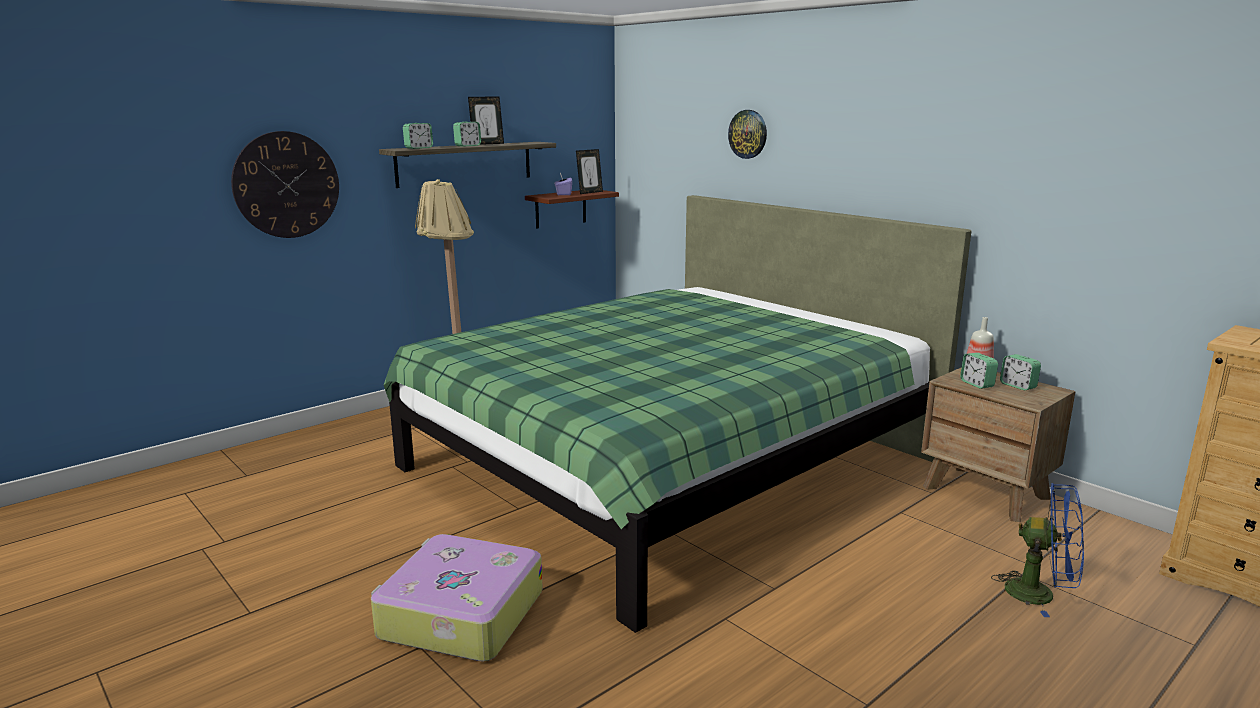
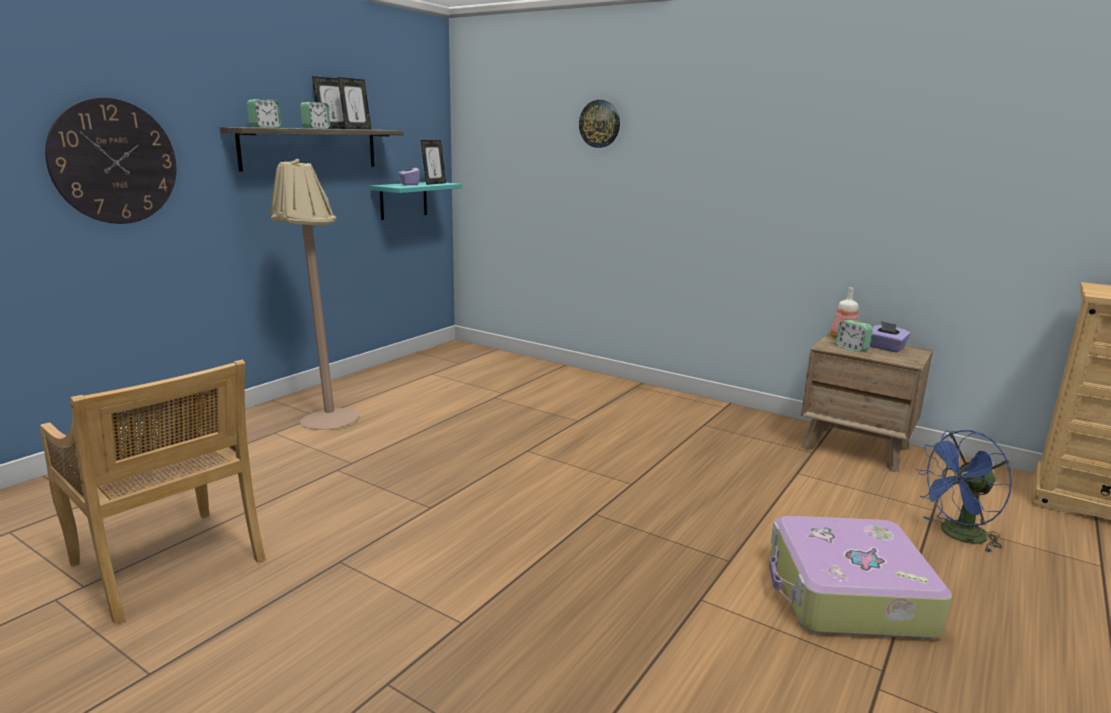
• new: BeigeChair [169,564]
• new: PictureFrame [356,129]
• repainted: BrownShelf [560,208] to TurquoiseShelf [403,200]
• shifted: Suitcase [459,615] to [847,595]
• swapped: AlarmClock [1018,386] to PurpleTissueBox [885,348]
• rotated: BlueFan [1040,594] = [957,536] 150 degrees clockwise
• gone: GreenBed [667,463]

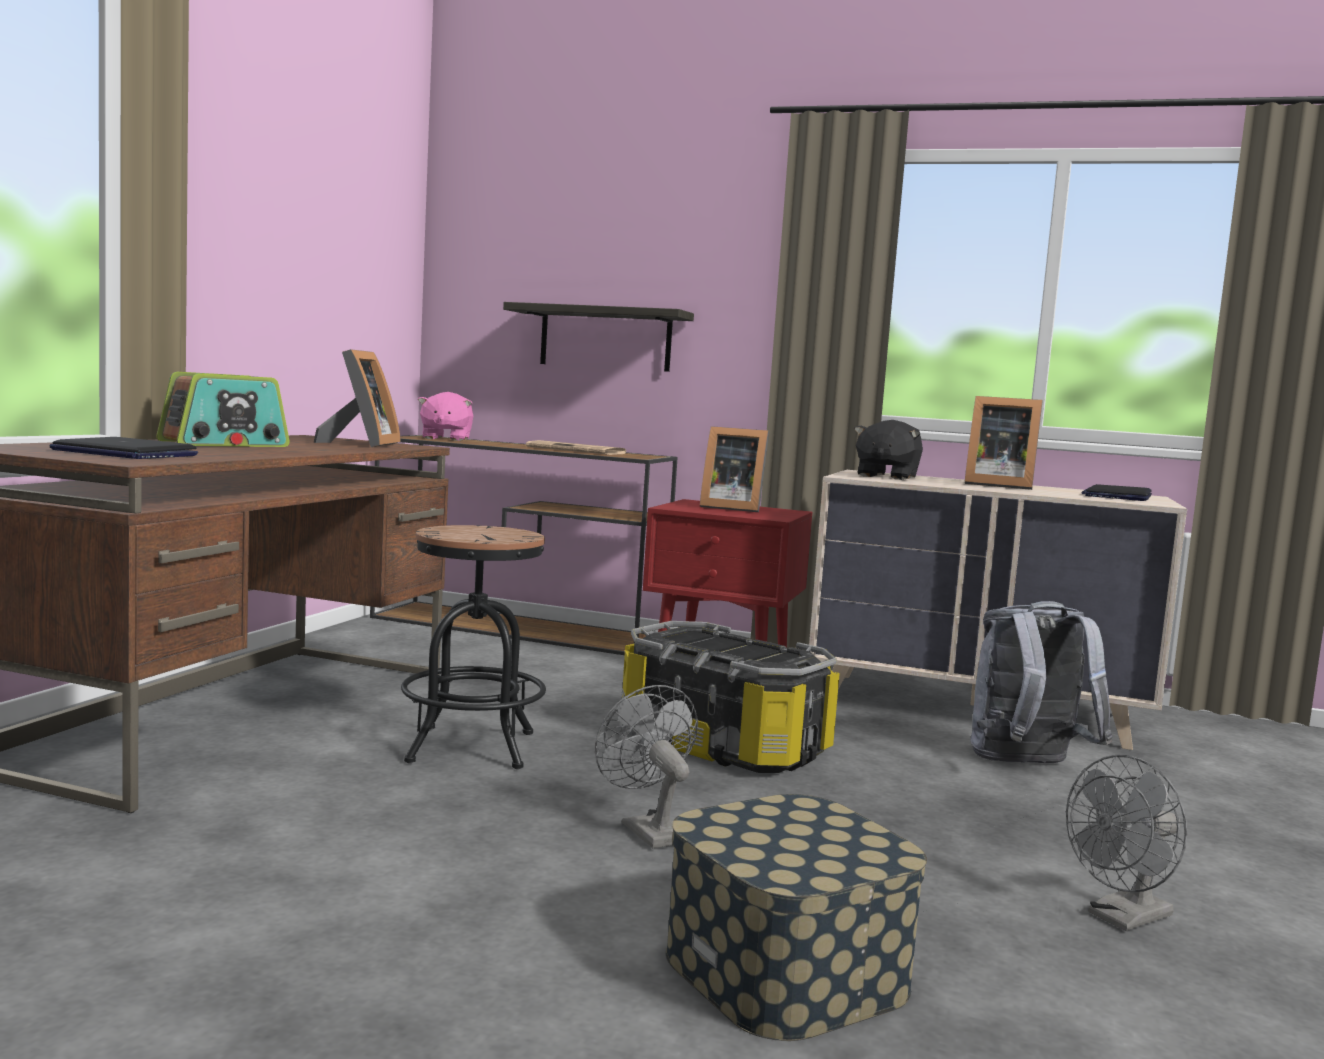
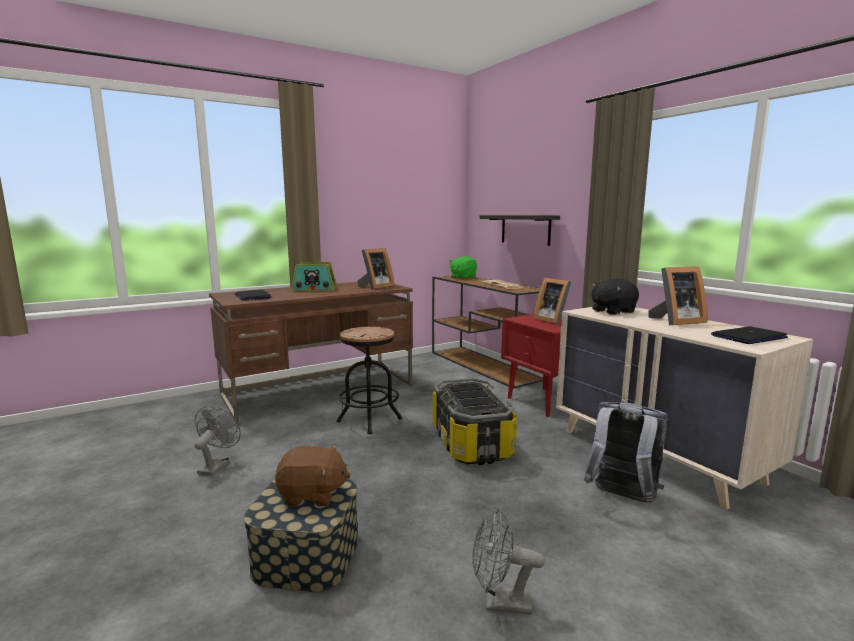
• shifted: GreyFan [647,829] to [216,466]
• new: BrownPlushToy [312,495]
• repainted: PinkPlushToy [445,438] to GreenPlushToy [462,277]
• rotated: PictureFrame [996,485] = [675,321] 75 degrees counterclockwise

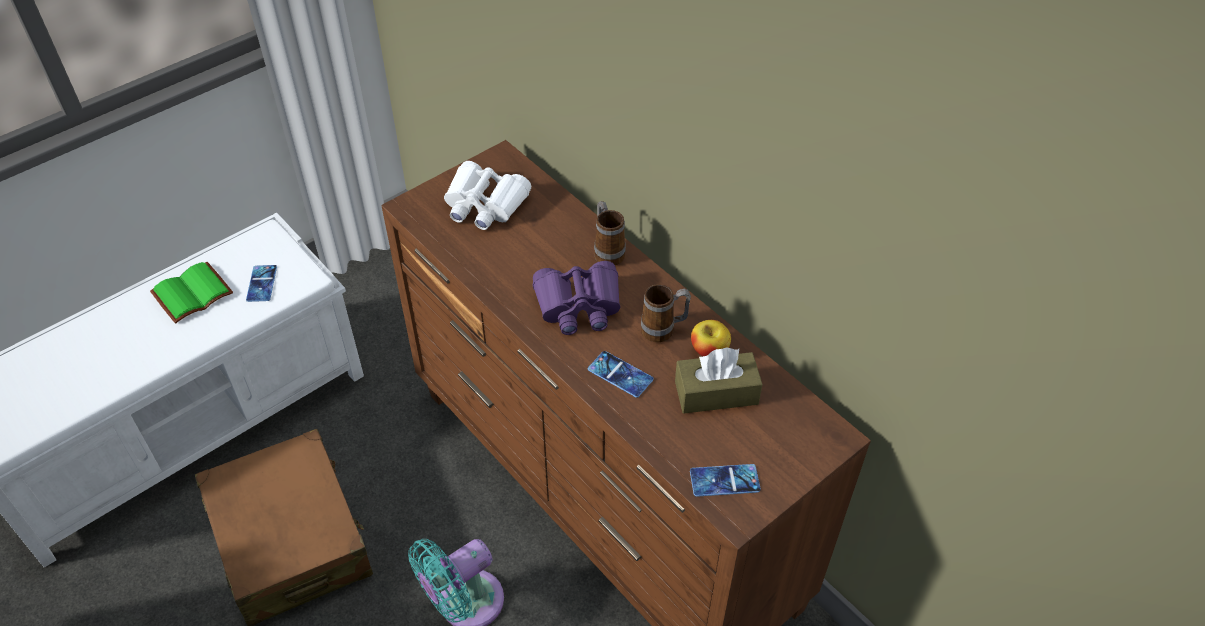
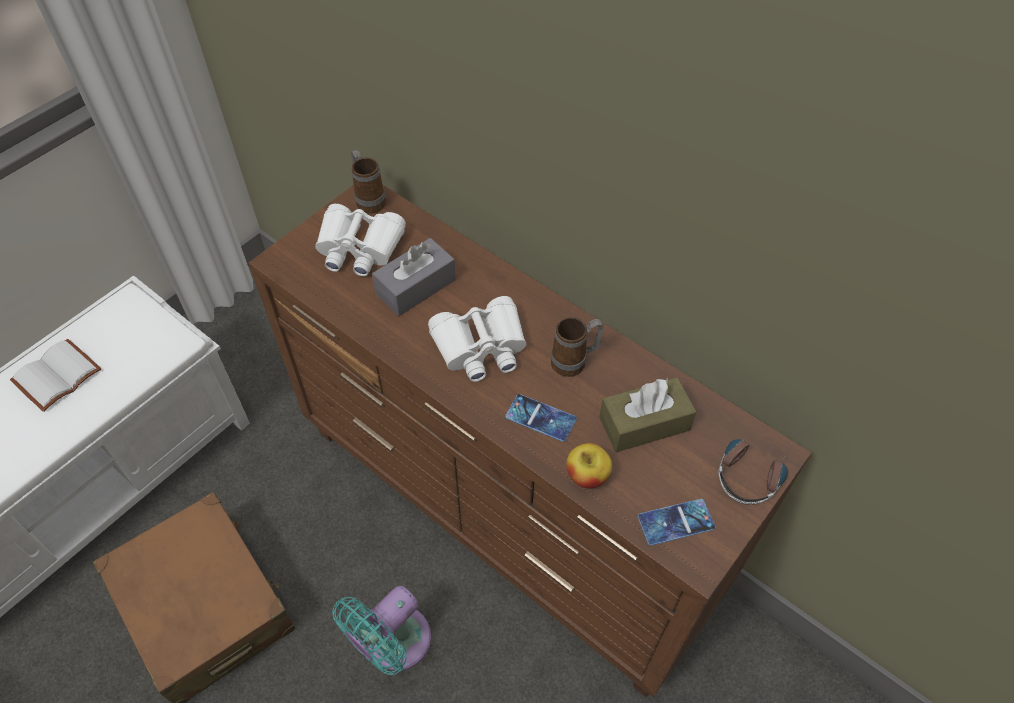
• repainted: GreenBook [192,295] to WhiteBook [57,378]
• shifted: Mug [607,251] to [368,199]
• new: GreyTissueBox [416,287]
• repainted: PurpleBinoculars [578,306] to WhiteBinoculars [480,347]
• shifted: Apple [709,350] to [587,475]
• new: Headphones [751,470]
• gone: Phone [262,283]

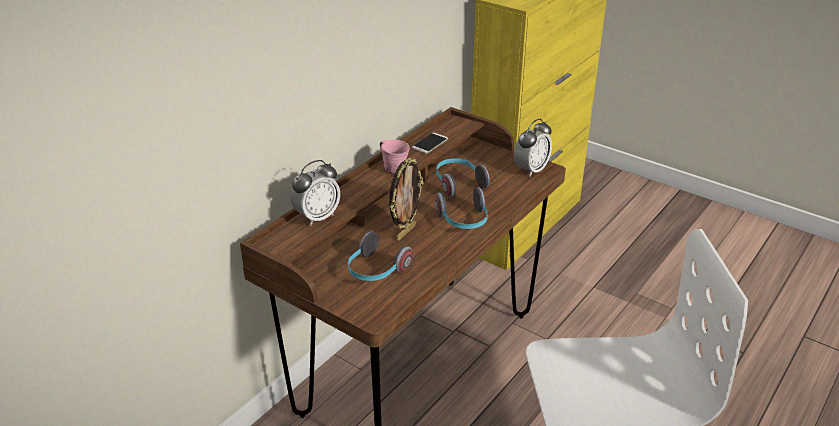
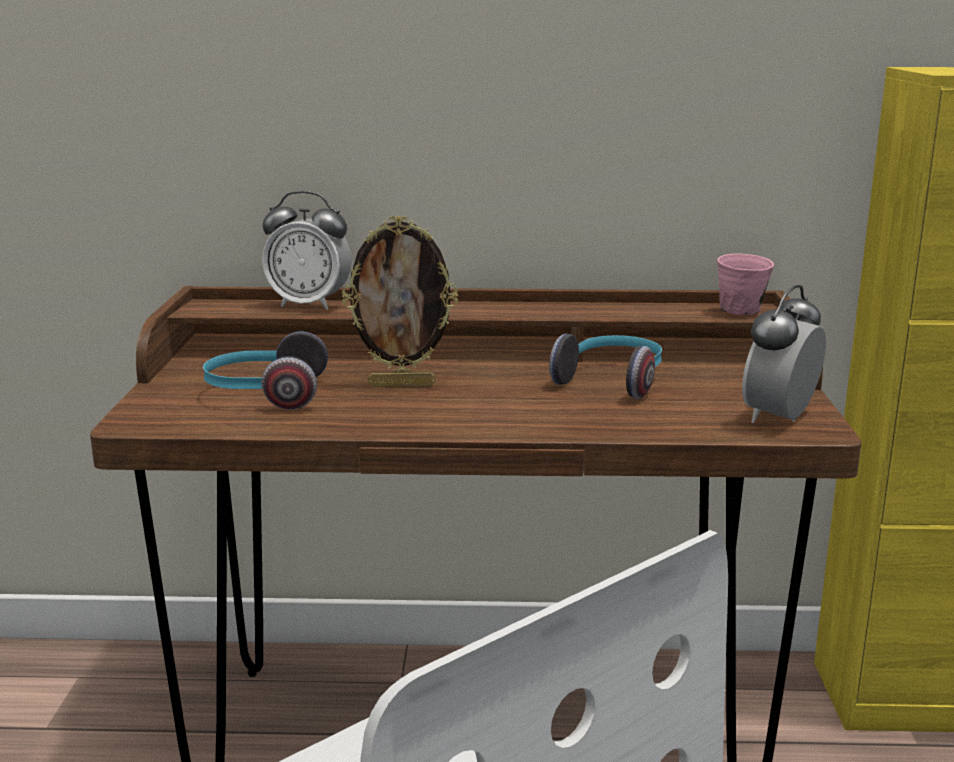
• shifted: PinkMug [393,167] to [741,309]
• rotated: AlarmClock [531,170] = [779,418] 120 degrees clockwise
• gone: Phone [430,143]
• gone: Headphones [464,221]

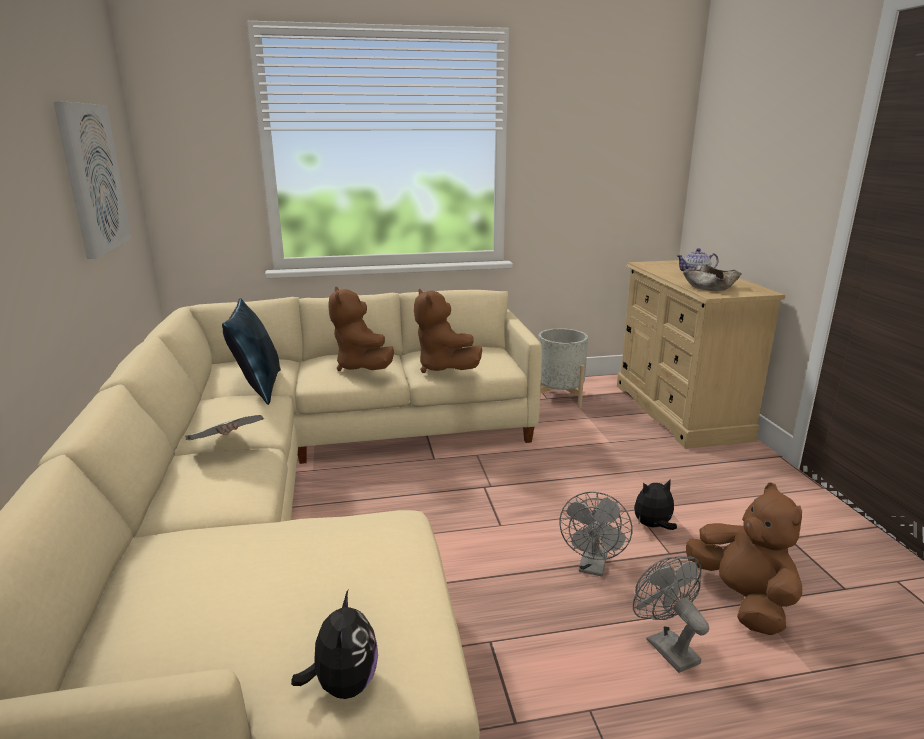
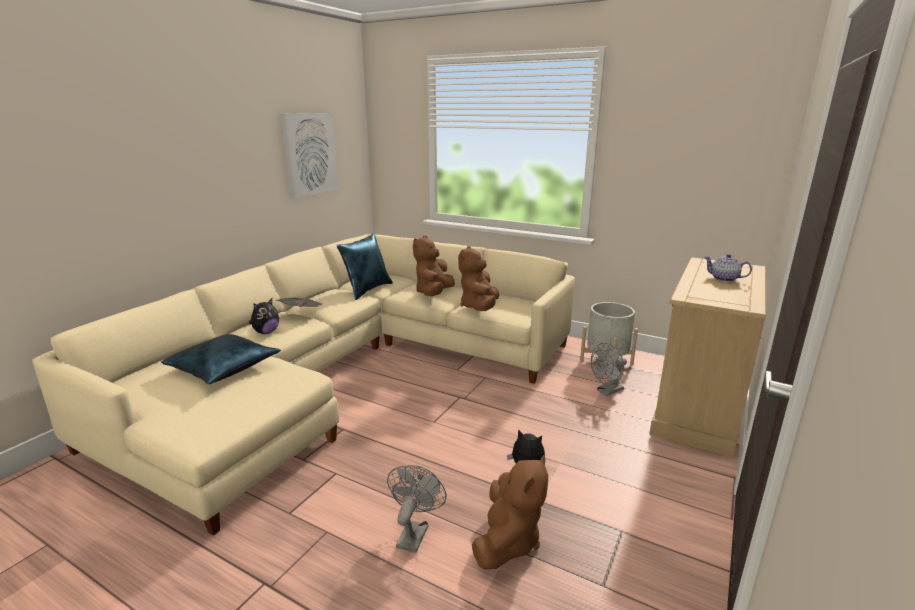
• new: BluePillow [224,367]
• shifted: PlushToy [343,684] to [266,332]
• shifted: GreyFan [593,567] to [607,391]
• gone: BeigeBowl [710,287]

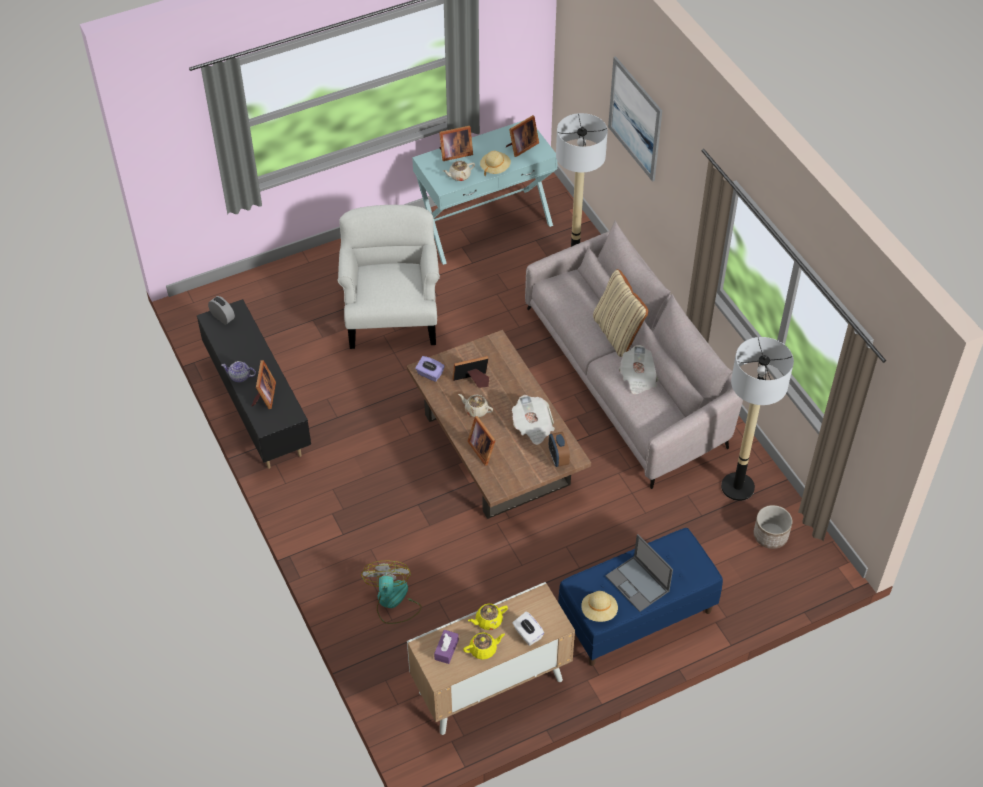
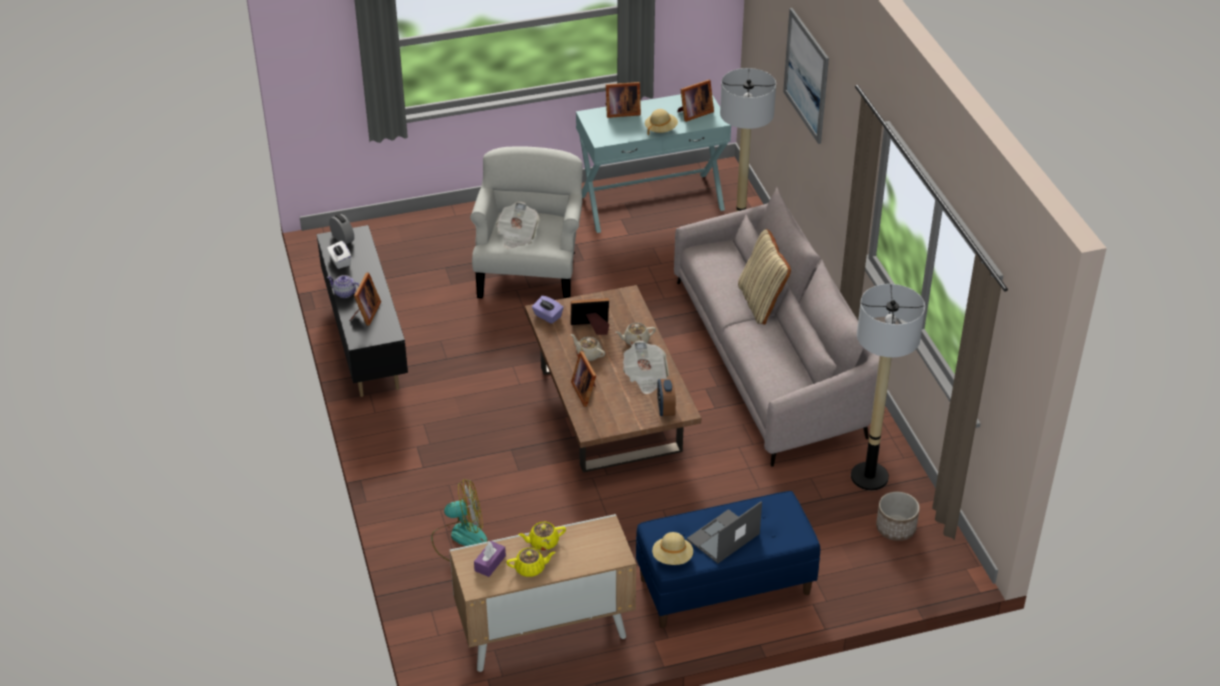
• shifted: WhiteTissueBox [527,634] to [340,261]
• rotated: Fan [393,601] = [459,537] 75 degrees clockwise
• shifted: Newspaper [638,377] to [517,235]
• shifted: BeigeTeapot [459,176] to [635,341]
• rotated: Laptop [638,584] = [723,537] 75 degrees clockwise

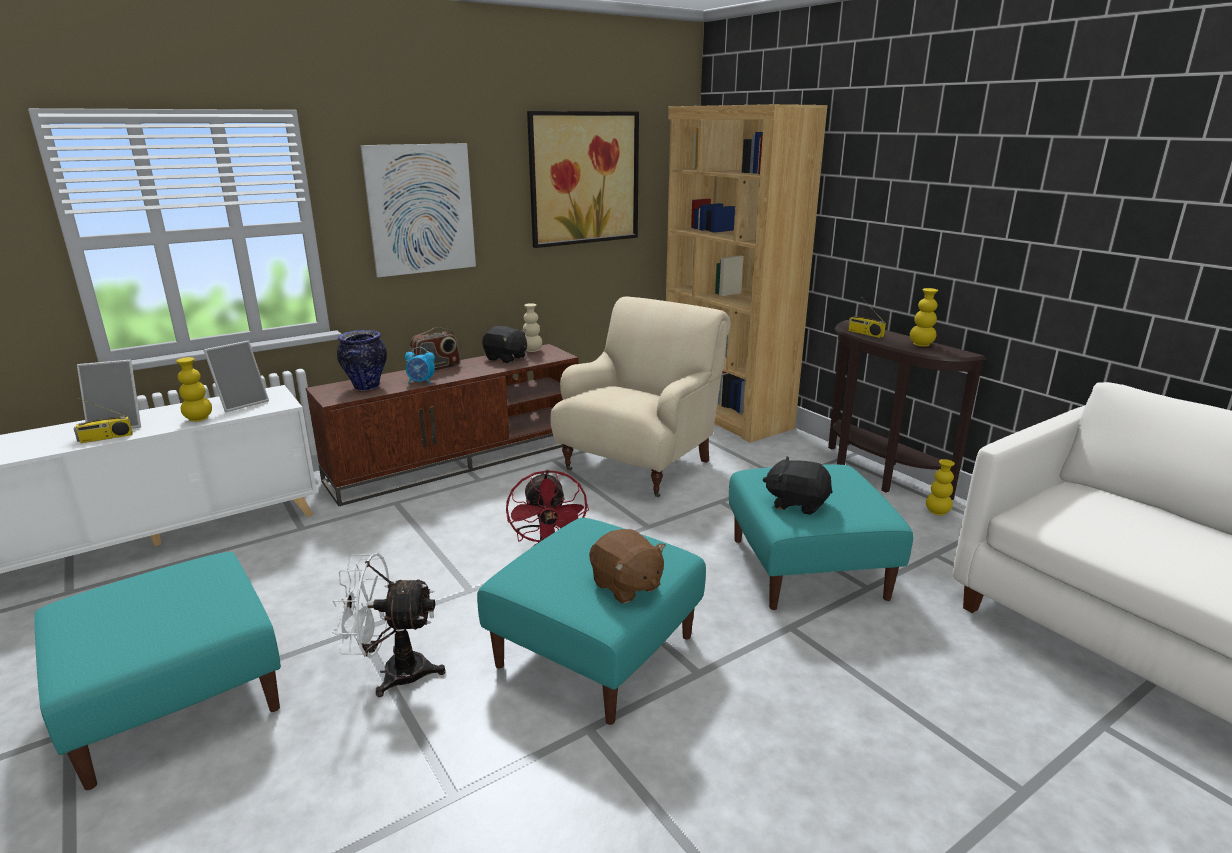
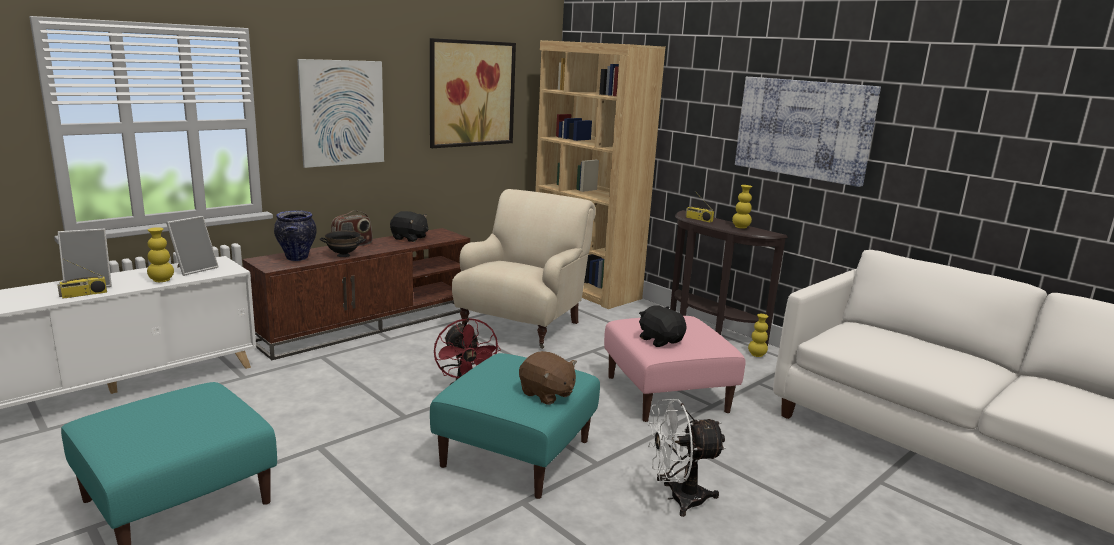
• swapped: AlarmClock [421,382] to BlackBowl [343,255]
• repainted: TurquoiseOttoman [806,567] to PinkOttoman [665,393]
• rotated: BlackPlushToy [797,503] = [660,340] 45 degrees clockwise
• shifted: WhiteFan [393,672] to [678,499]
• new: Picture [804,128]
• gone: BeigeVase [532,350]

